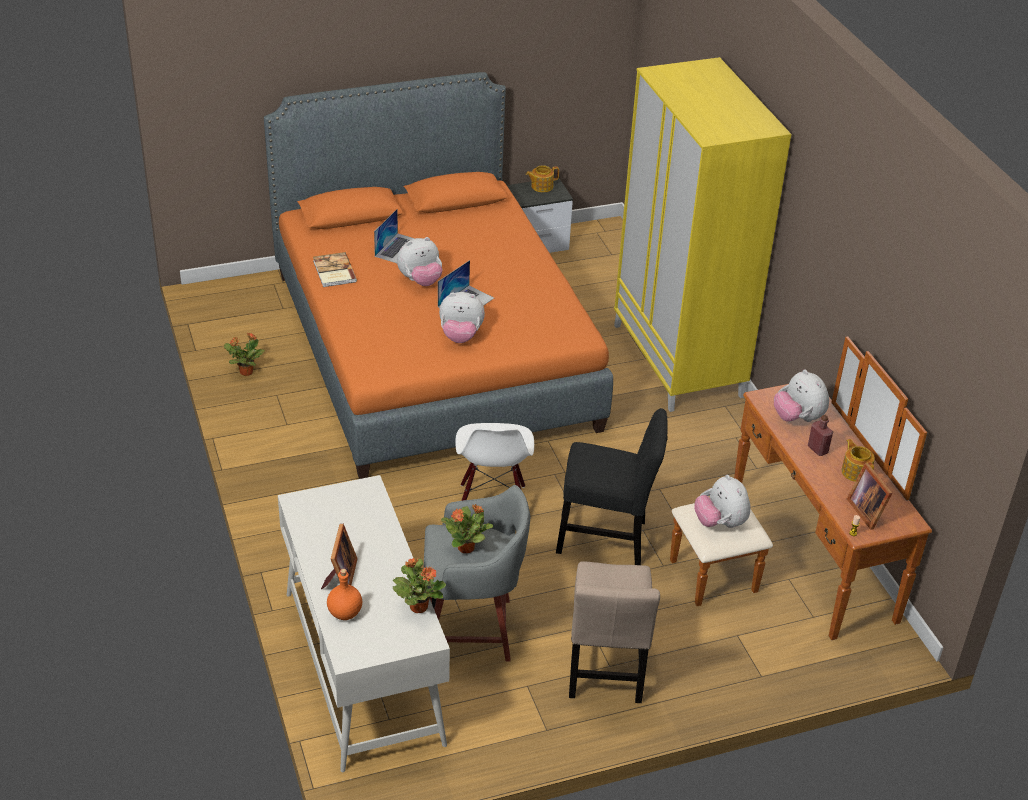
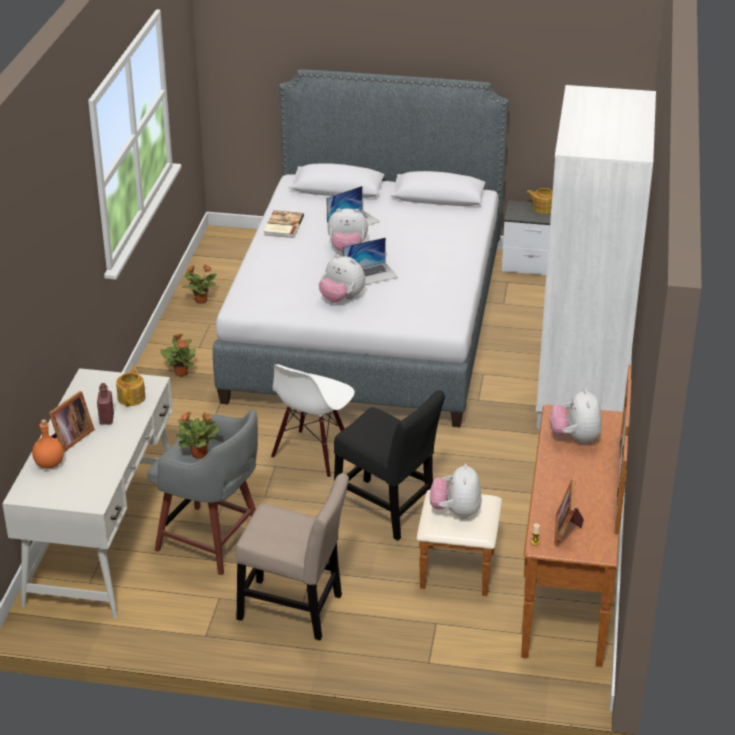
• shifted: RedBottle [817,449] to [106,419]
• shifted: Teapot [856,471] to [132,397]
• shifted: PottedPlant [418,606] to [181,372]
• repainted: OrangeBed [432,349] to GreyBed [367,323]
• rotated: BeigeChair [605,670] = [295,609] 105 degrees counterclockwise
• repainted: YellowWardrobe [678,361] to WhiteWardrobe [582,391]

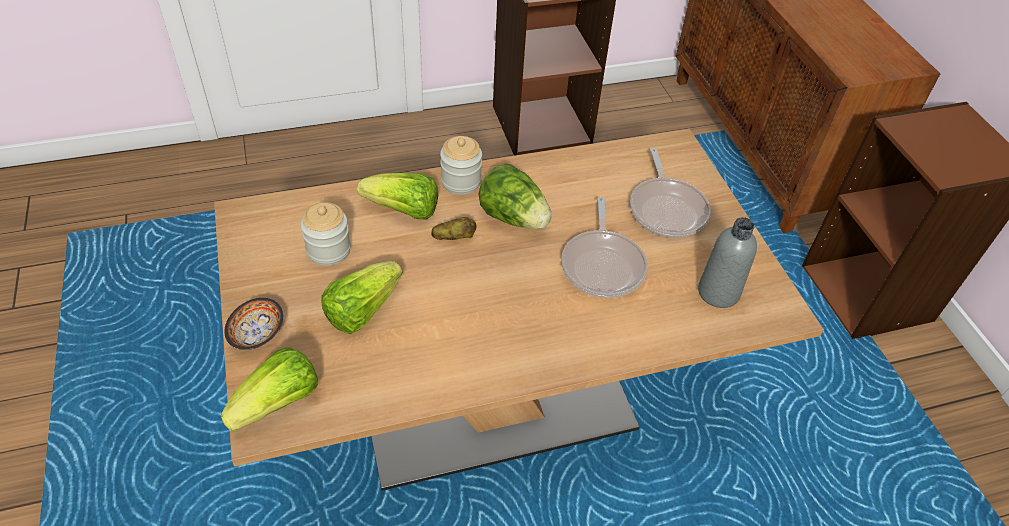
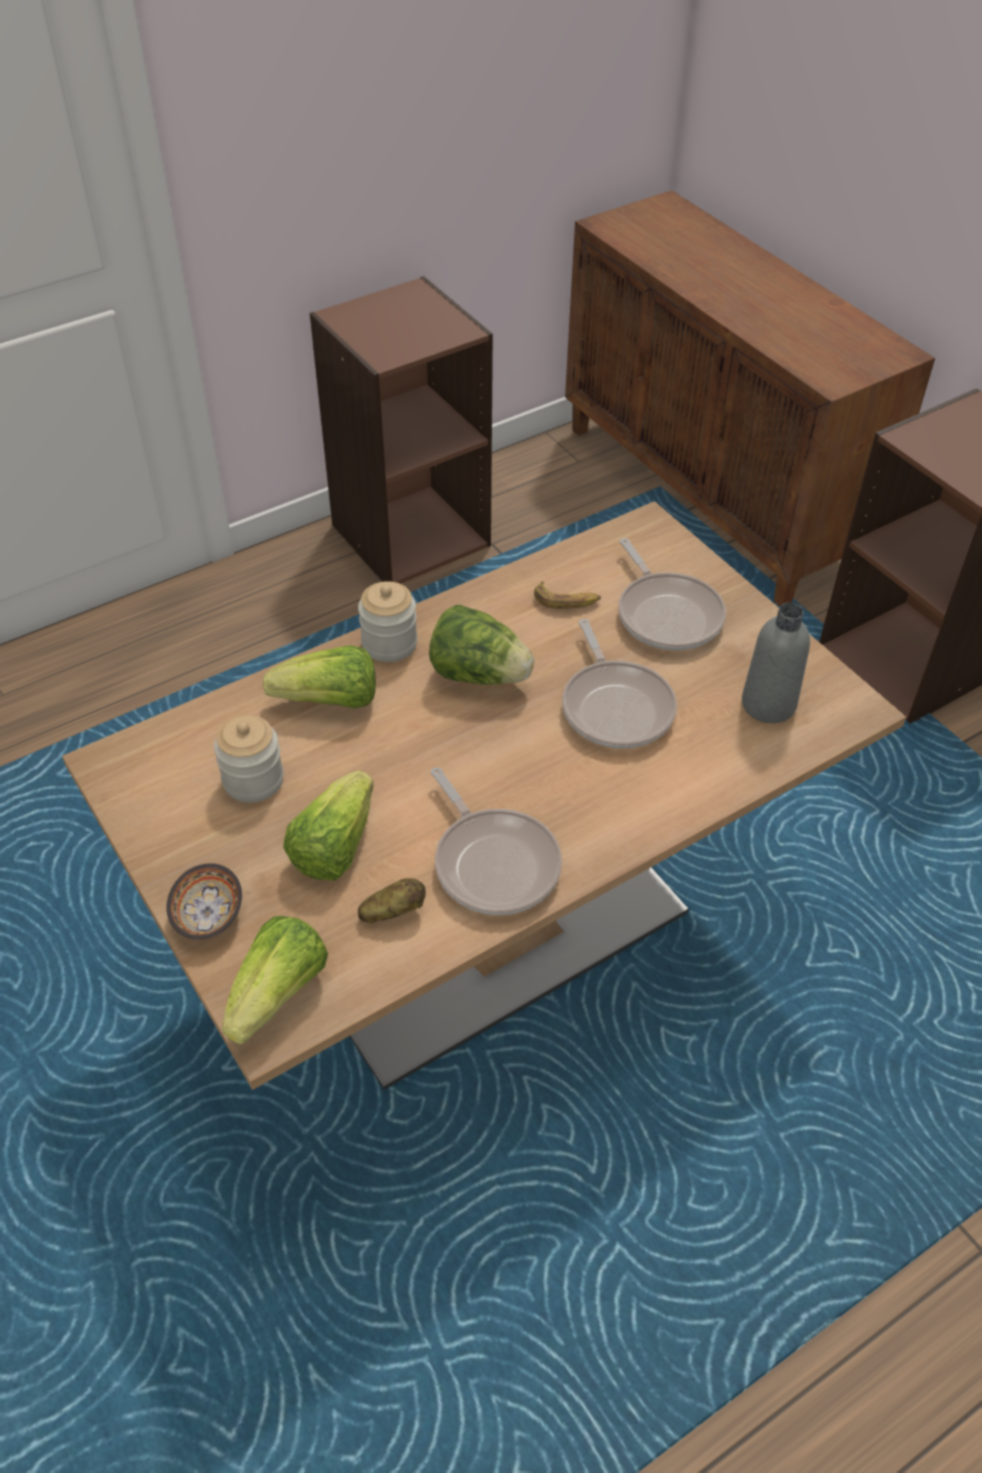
• shifted: Potato [454,237] to [392,911]
• new: FryingPan [493,862]
• new: Banana [567,600]

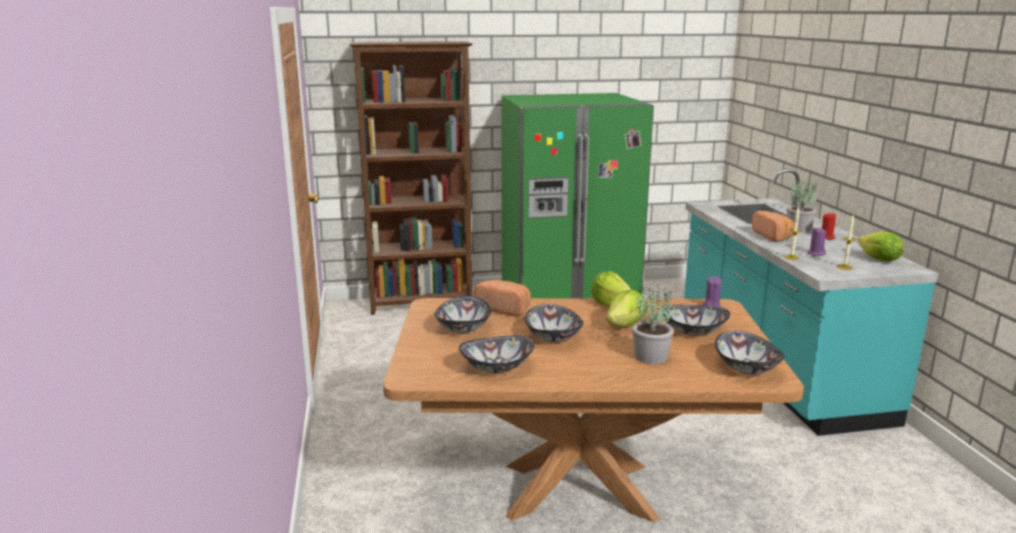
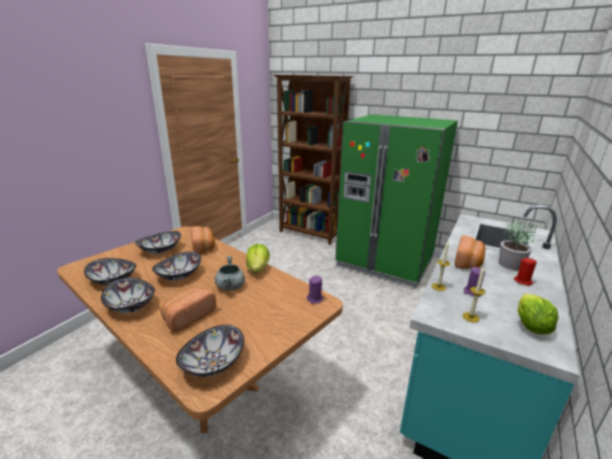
• shifted: Bowl [692,331] to [131,306]
• swapped: PottedPlant [651,356] to Bread [188,317]
• swapped: Lettuce [625,325] to GreyCookingPot [231,287]

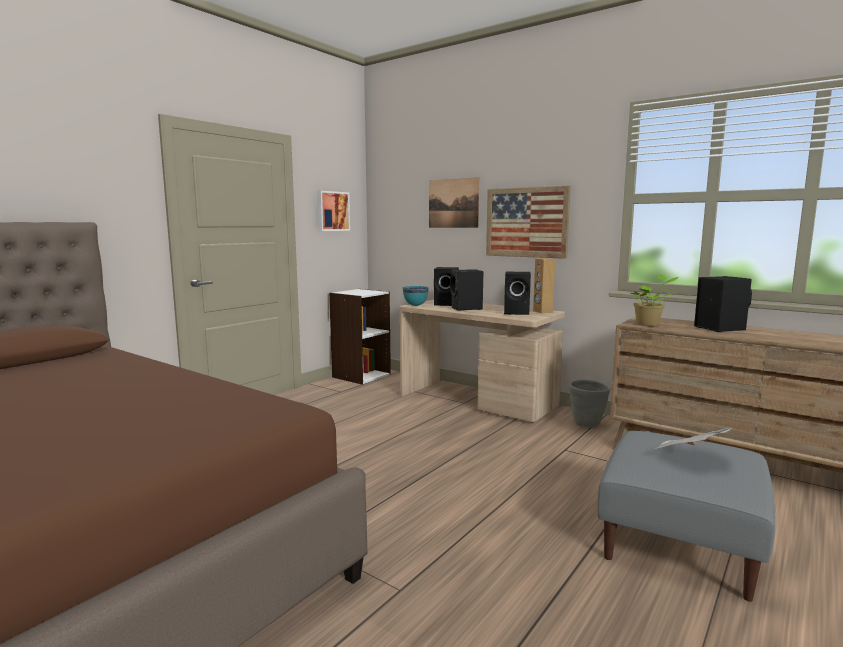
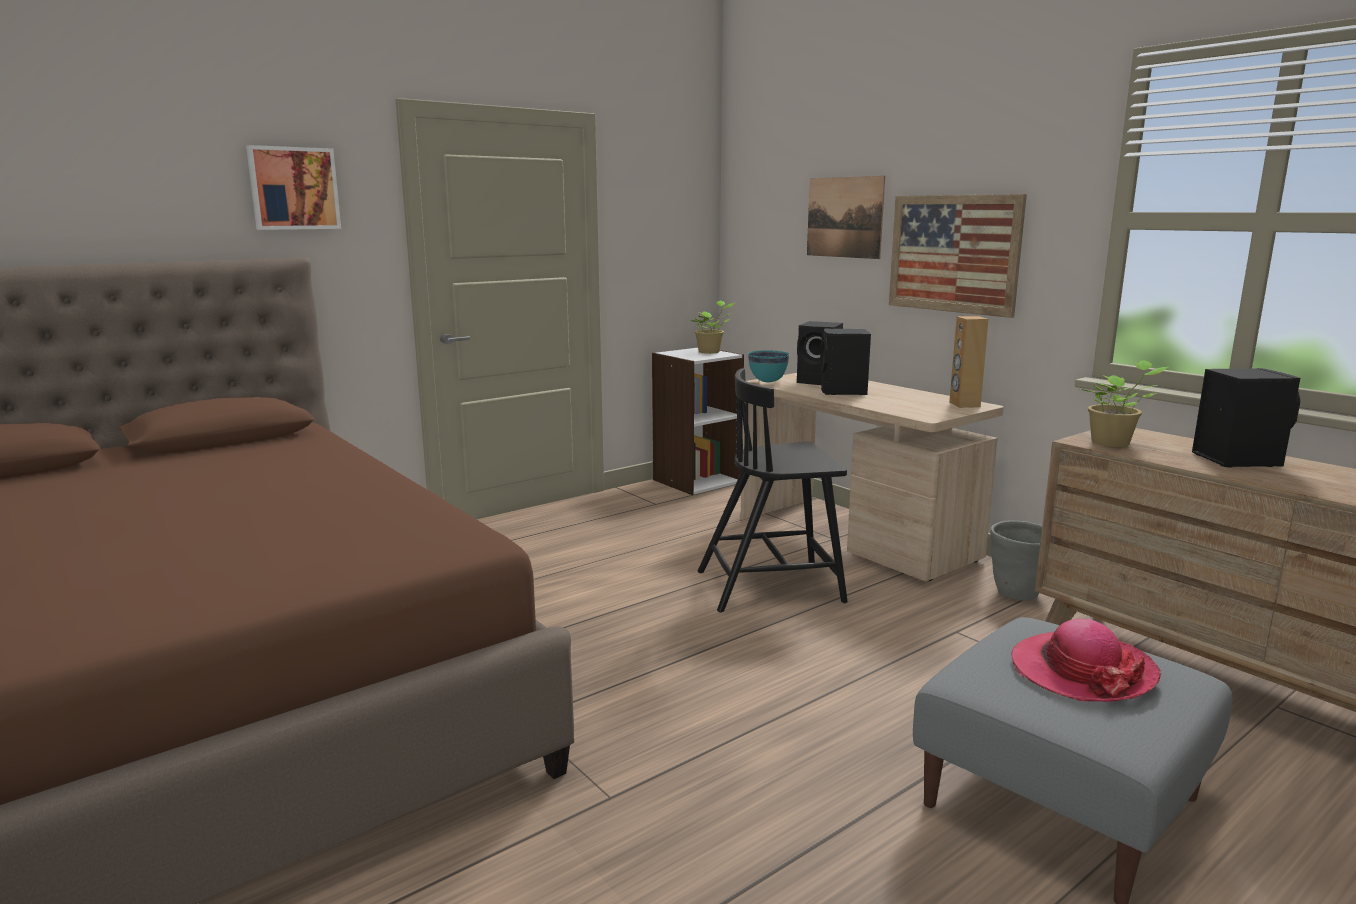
• shifted: Picture [332,211] to [293,188]
• new: PottedPlant [711,352]
• new: BlackChair [772,586]
• swapped: Newspaper [688,456] to Hat [1081,671]
• gone: BlackSpeaker [517,312]

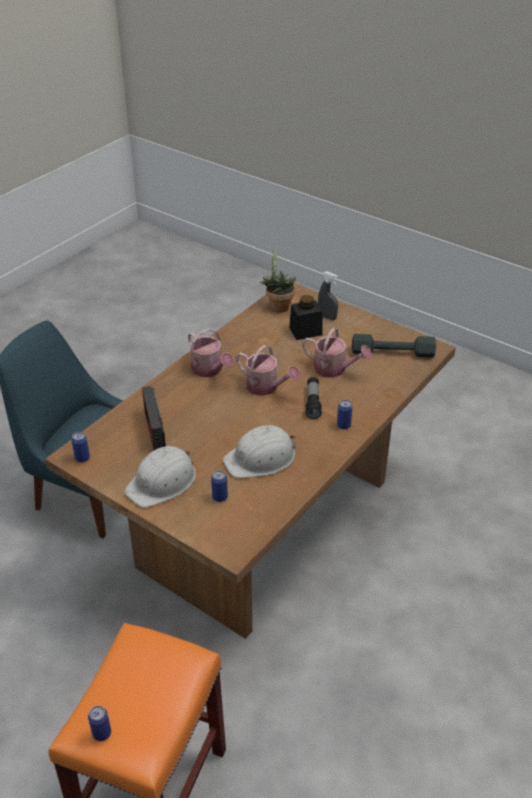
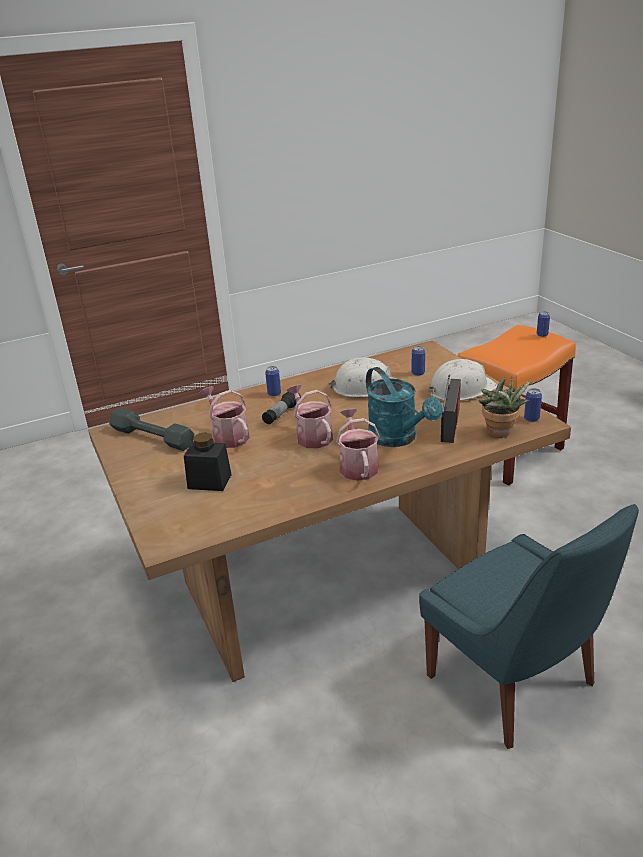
• new: TurquoiseWateringCan [398,438]
• shifted: PottedPlant [278,306] to [500,434]
• gone: GreySprayBottle [327,317]

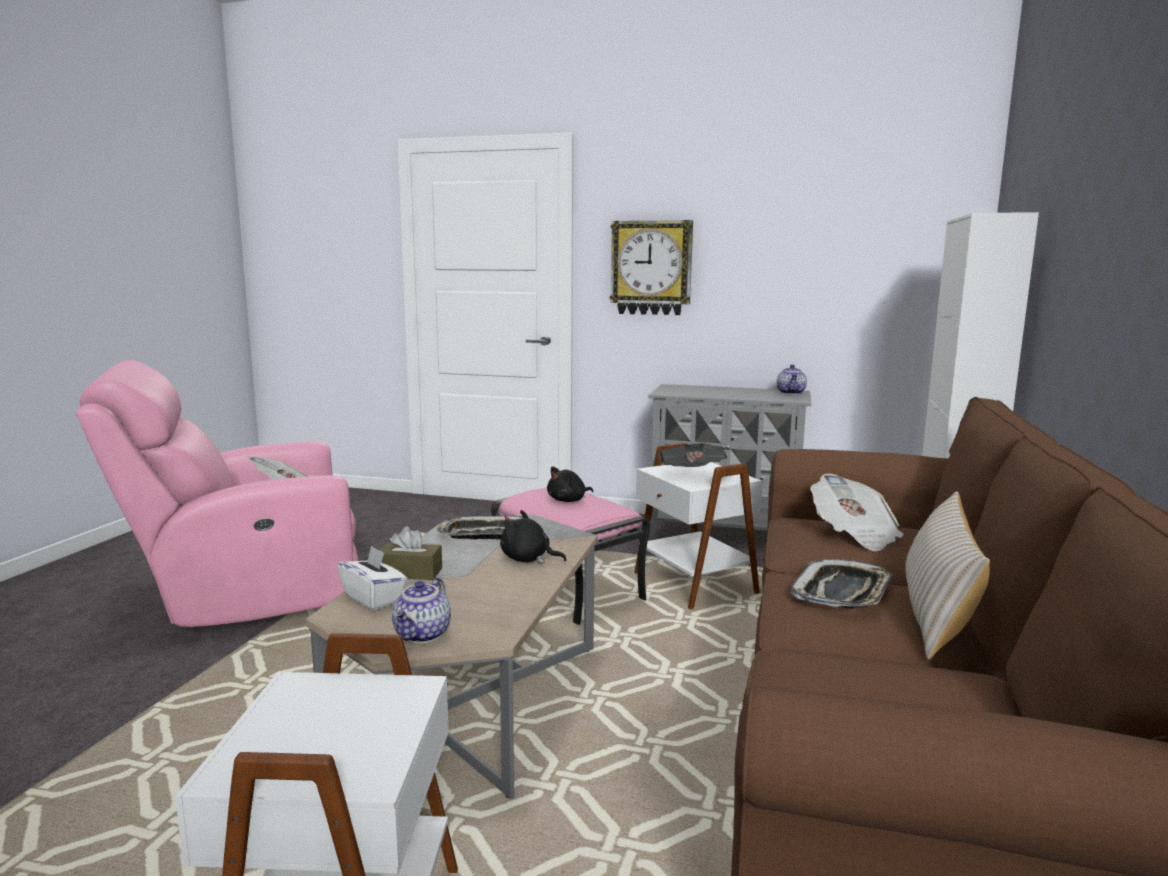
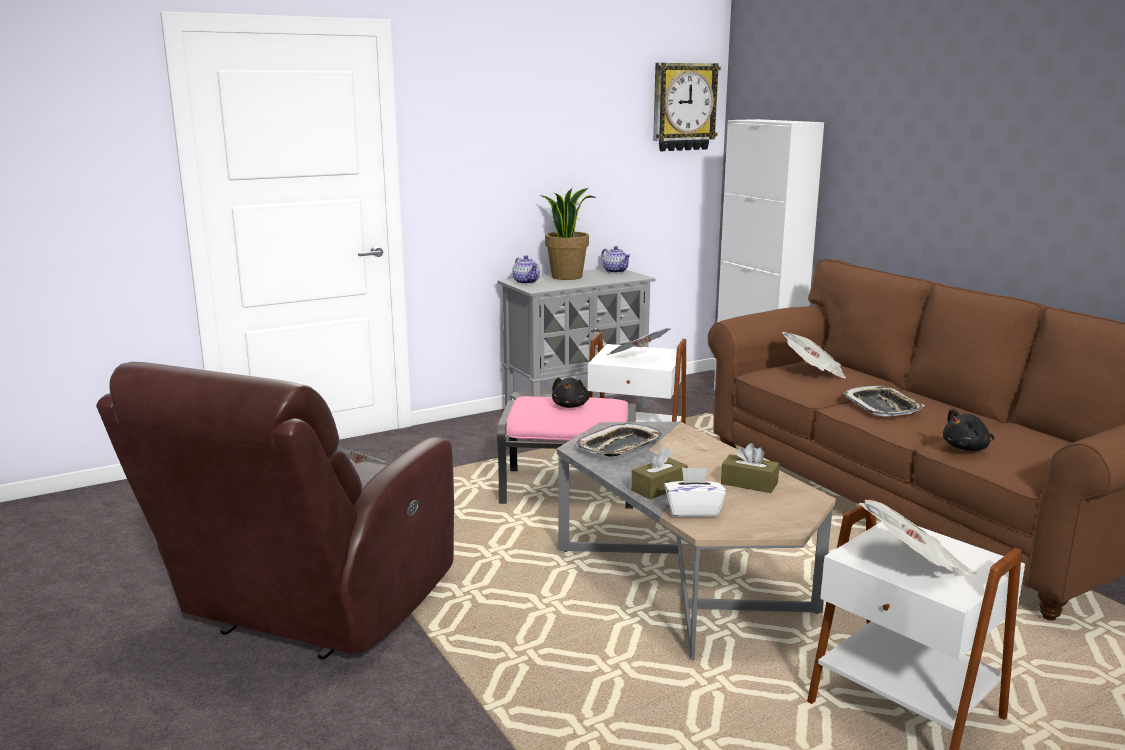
• repainted: PinkArmchair [244,595] to BrownArmchair [310,612]
• shifted: Teapot [423,635] to [527,282]
• new: PottedPlant [567,276]
• shifted: WallClock [651,268] to [683,107]
• new: BrownTissueBox [749,483]
• new: Newspaper [913,564]
• shifted: BlackPlushToy [528,559] to [967,448]
• gone: BeigePillow [936,612]

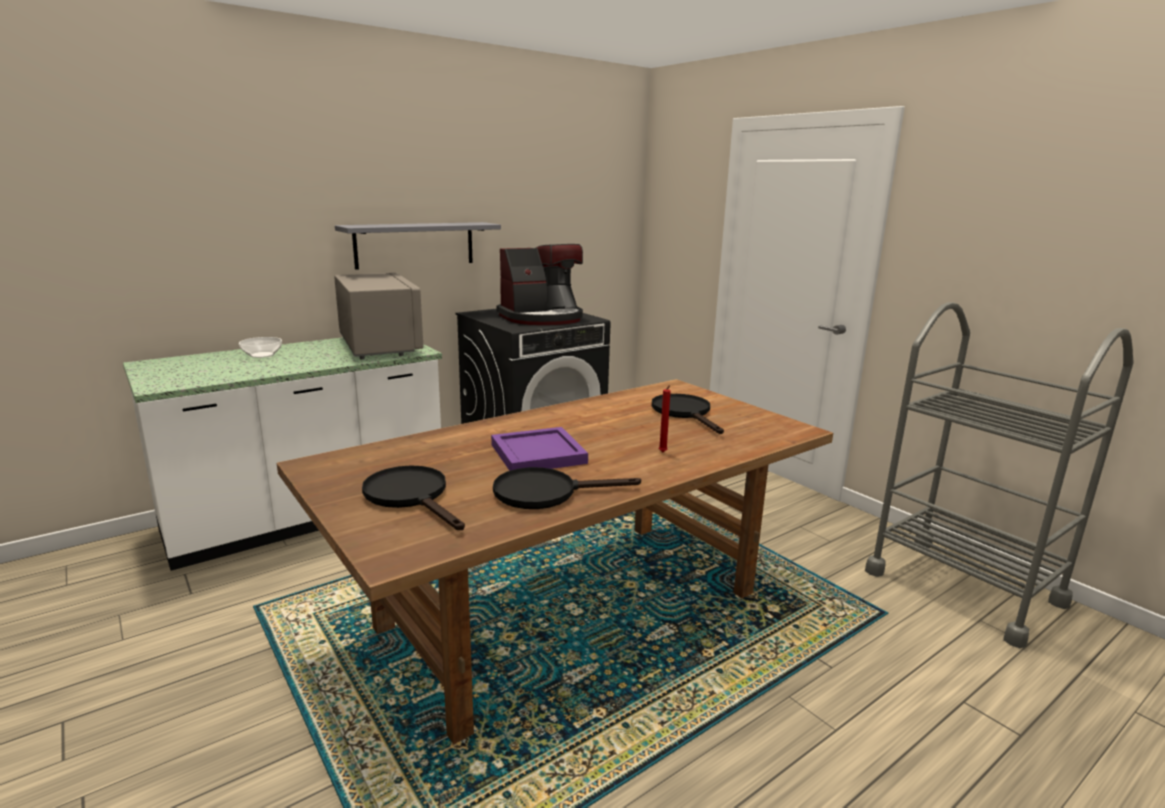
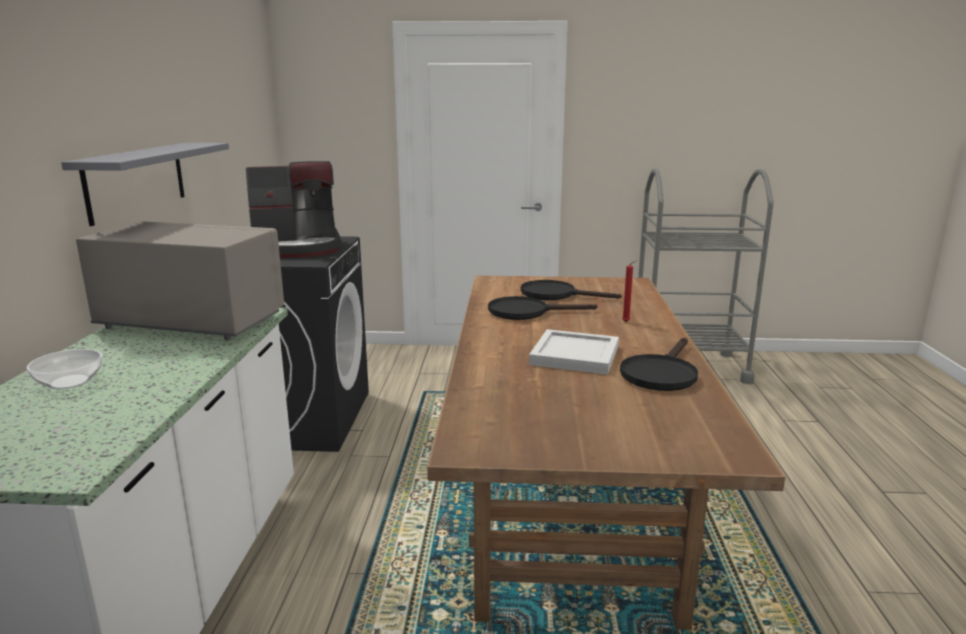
• rotated: CoffeeMachine [542,318] = [296,248] 60 degrees clockwise
• shifted: BlackFryingPan [411,496] to [526,312]
• repainted: PurpleTray [539,453] to WhiteTray [574,355]

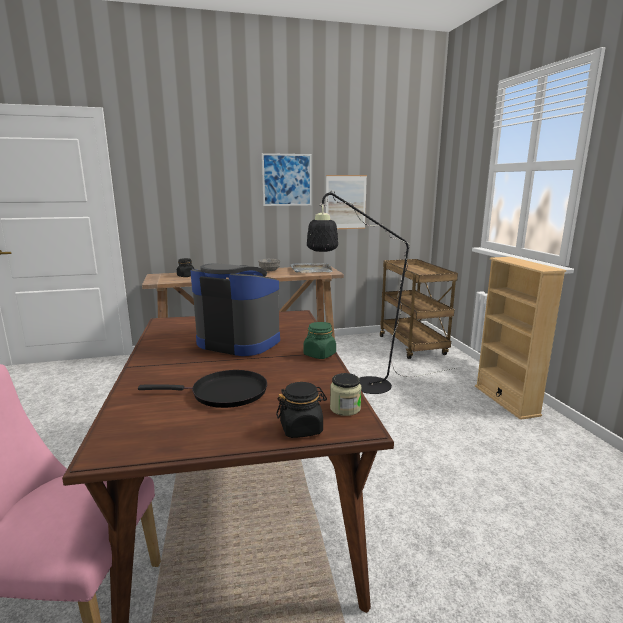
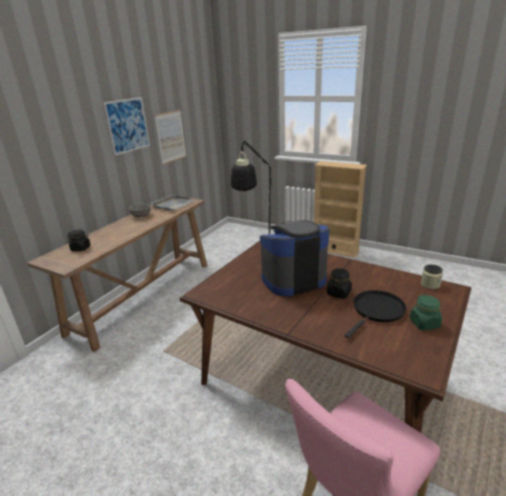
• shifted: BlackJar [301,428] to [338,293]
• shifted: GreenJar [319,355] to [424,323]
• gone: BrownCart [413,346]

